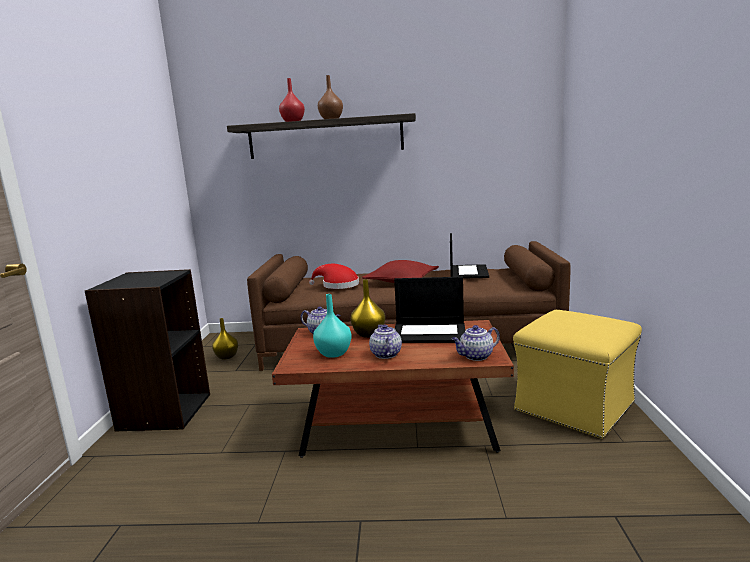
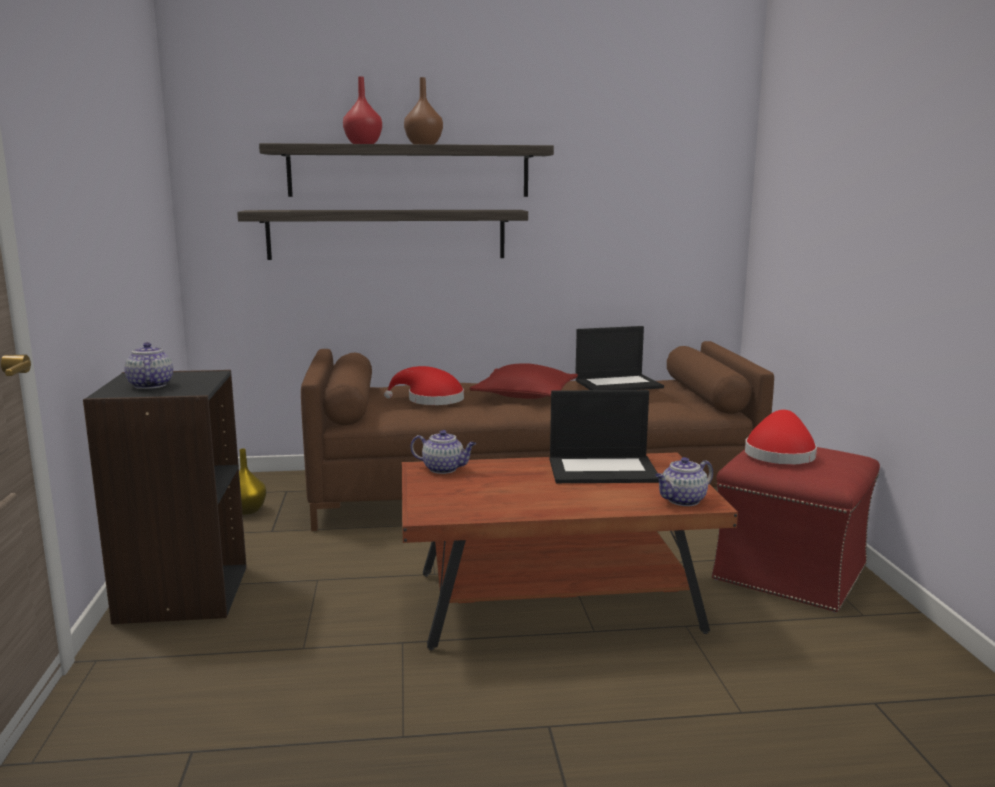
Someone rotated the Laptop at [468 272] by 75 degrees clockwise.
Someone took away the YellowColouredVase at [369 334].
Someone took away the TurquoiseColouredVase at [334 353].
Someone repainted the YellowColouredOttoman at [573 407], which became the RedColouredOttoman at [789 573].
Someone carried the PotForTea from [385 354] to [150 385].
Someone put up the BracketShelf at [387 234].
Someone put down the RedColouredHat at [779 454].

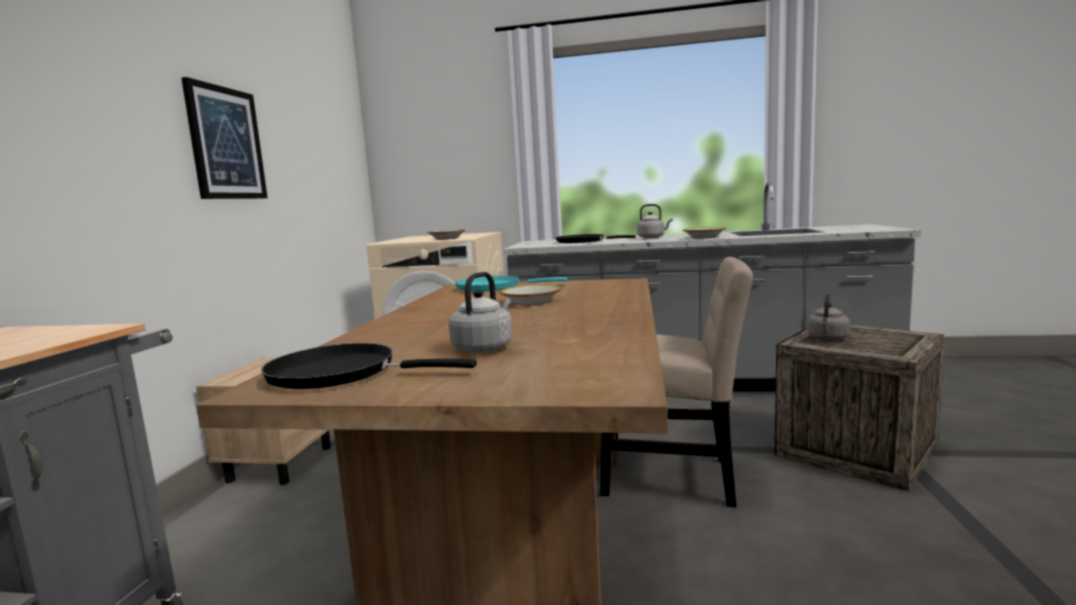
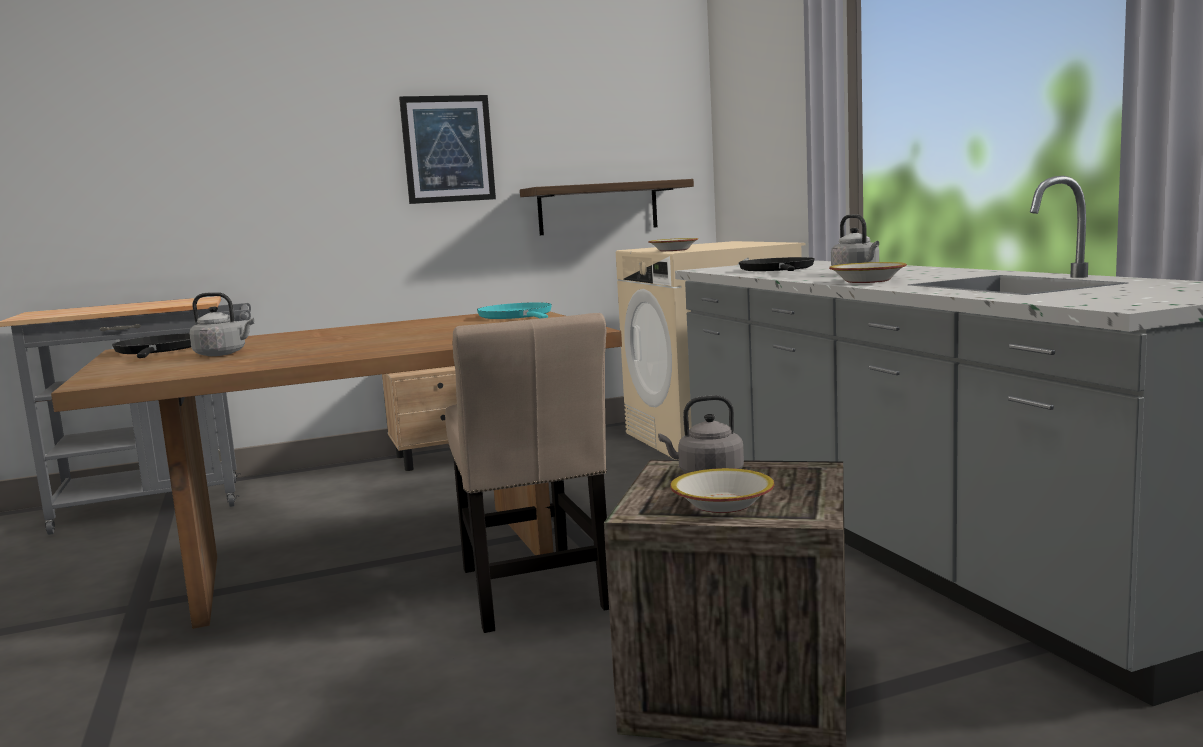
Someone carried the ServingBowl from [531 302] to [723 503].
Someone put up the BracketShelf at [598 208].

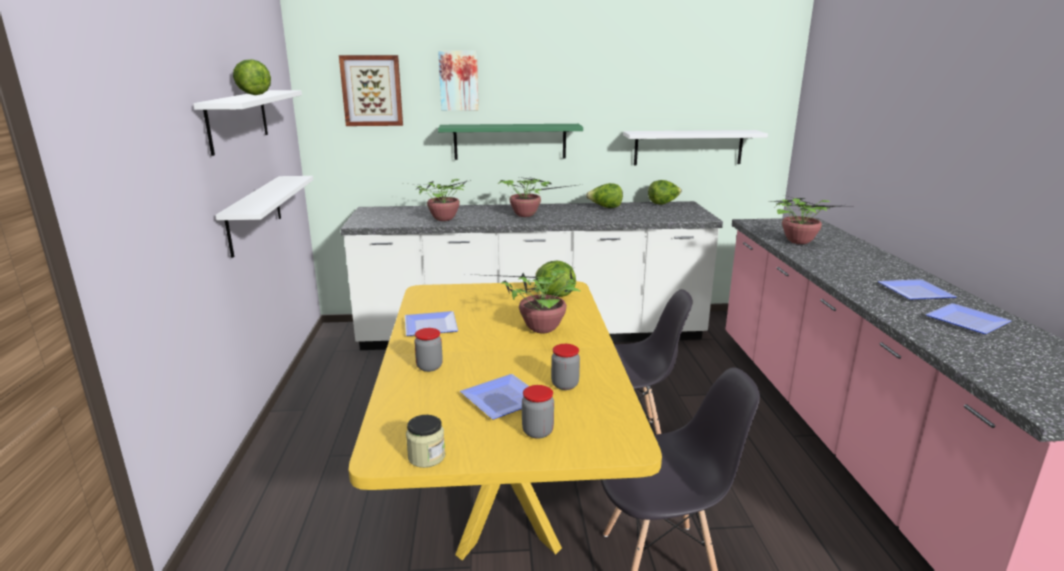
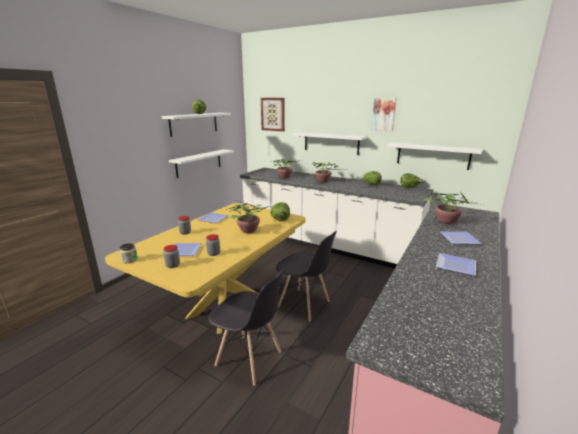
Someone carried the WallPicture from [459 80] to [384 114].
Someone repainted the GreenColouredBracketShelf at [510 141], which became the WhitishBracketShelf at [331 143].
Someone carried the DinnerPlate from [970 321] to [461 240].

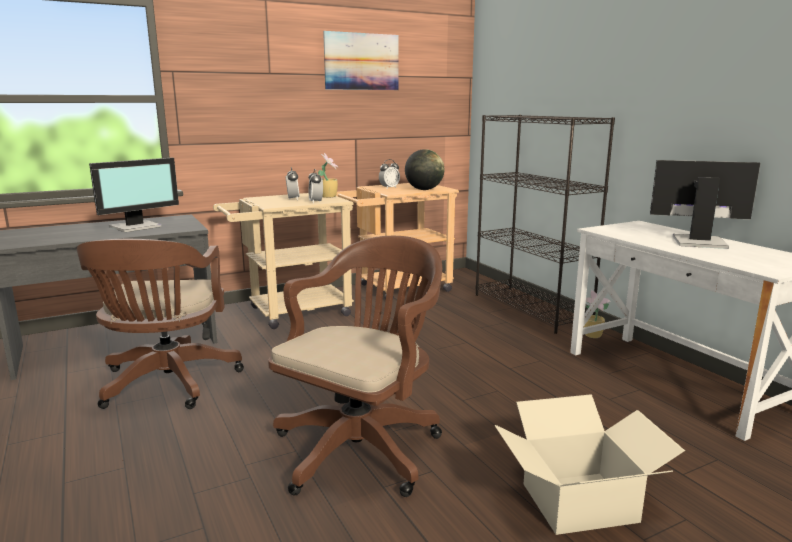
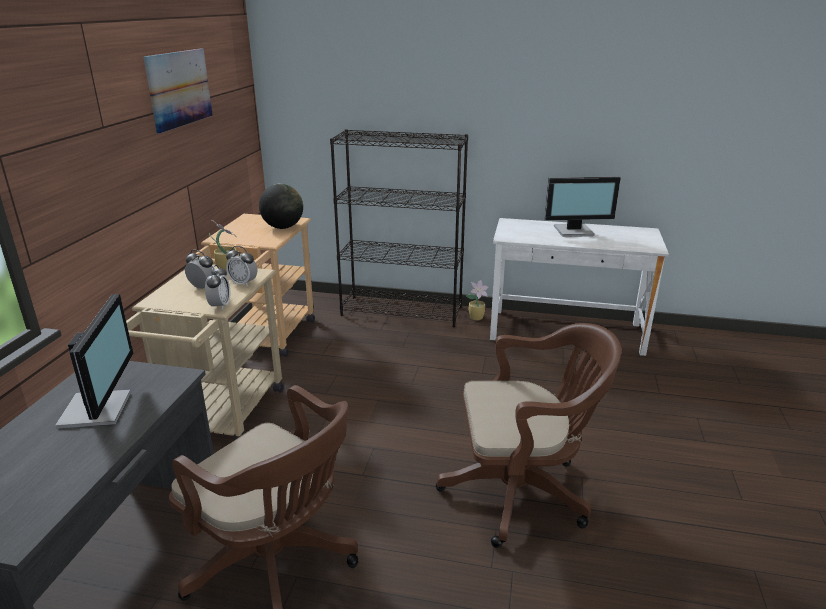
Someone carried the BedsideClock from [389 188] to [220 306].
Someone rotated the Monitor at [697 241] by 150 degrees counterclockwise.
Someone rotated the BrownColouredDeskChair at [363 446] by 105 degrees clockwise.
Someone took away the Carton at [580 503].

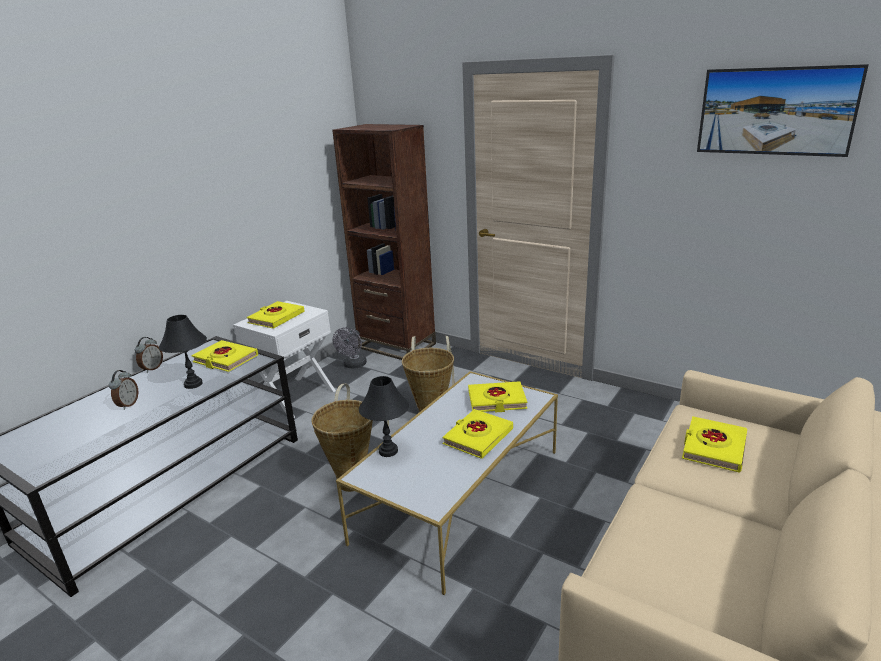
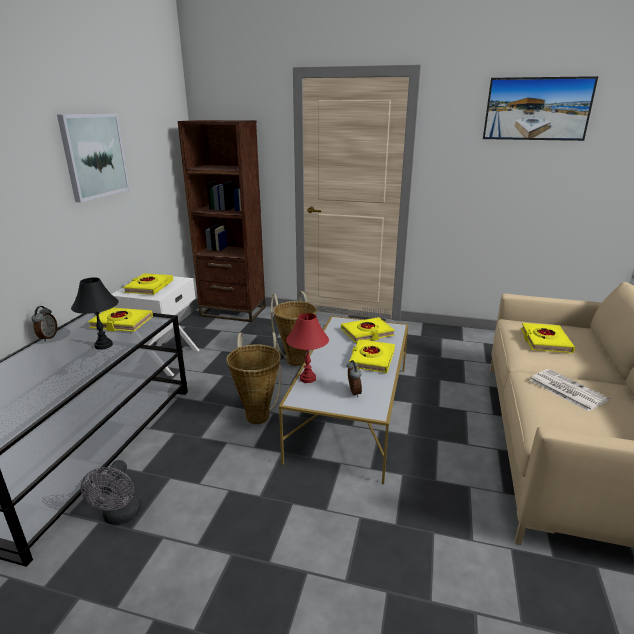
Someone carried the GreyFan from [353 365] to [120 516].
Someone carried the BedsideClock from [127 405] to [353 392].
Someone repainted the BlackColouredLampForATable at [388 451], which became the RedColouredLampForATable at [308 378].
Someone put up the WallPicture at [94 156].
Someone put down the DailyPaper at [566 390].

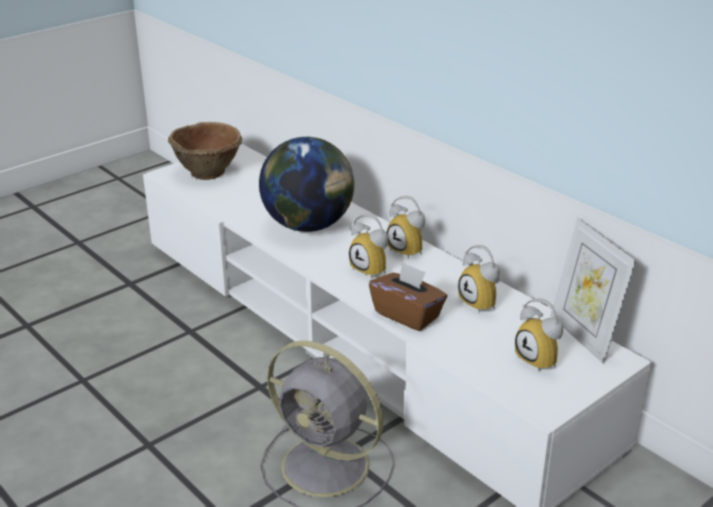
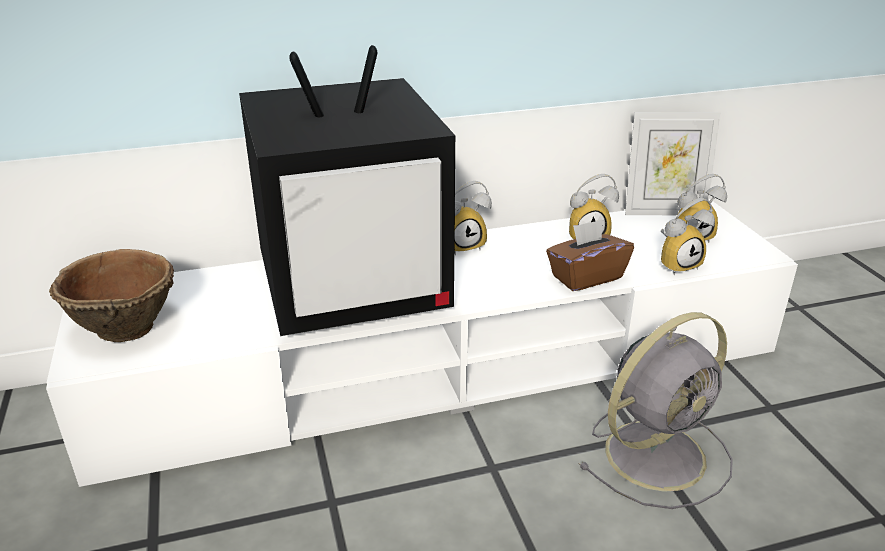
Someone swapped the Globe at [308 225] for the Tv at [355 288].
Someone carried the BedsideClock from [373 269] to [678 264].

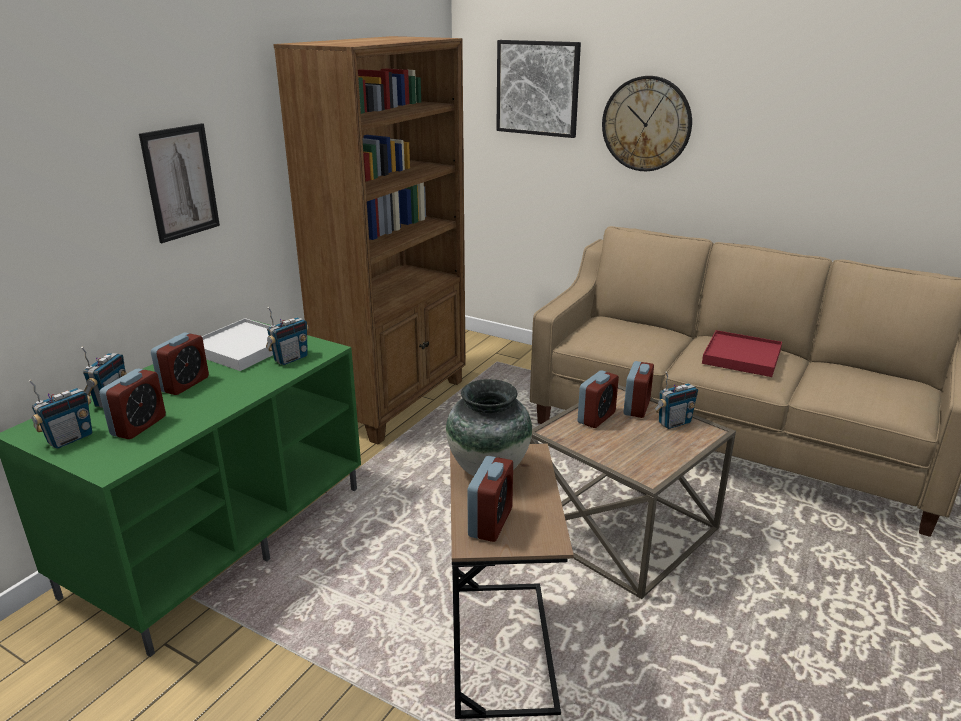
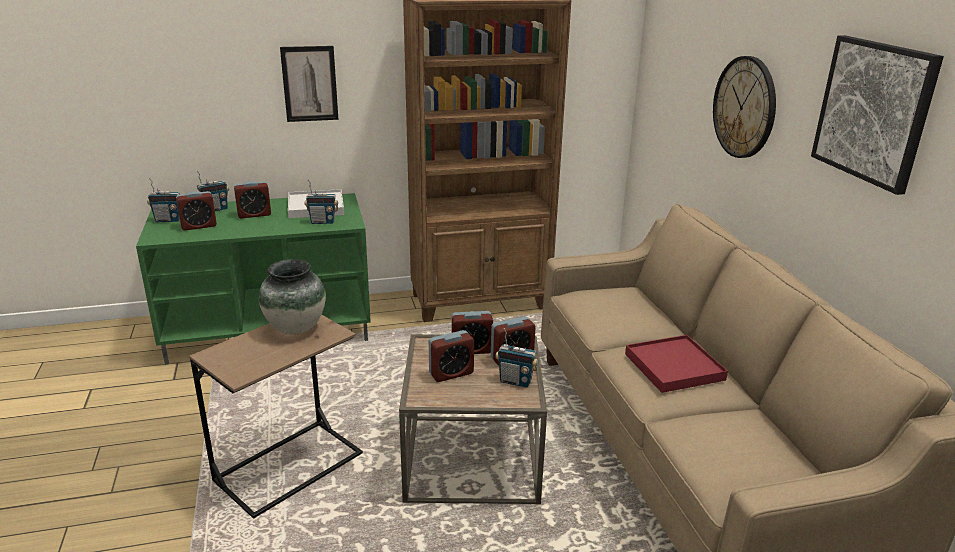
Someone carried the WallPicture from [538 88] to [873 111].
Someone carried the BedsideClock from [490 522] to [451 373].

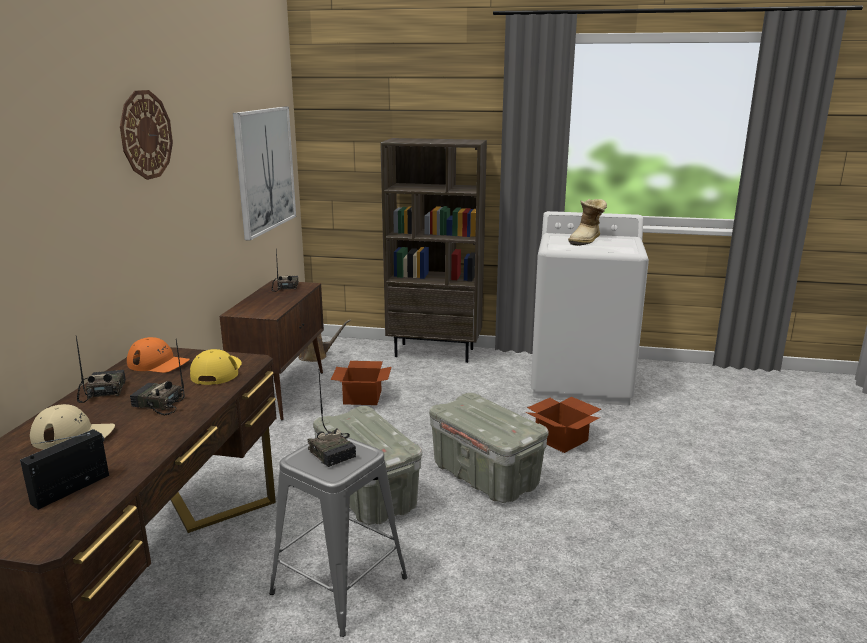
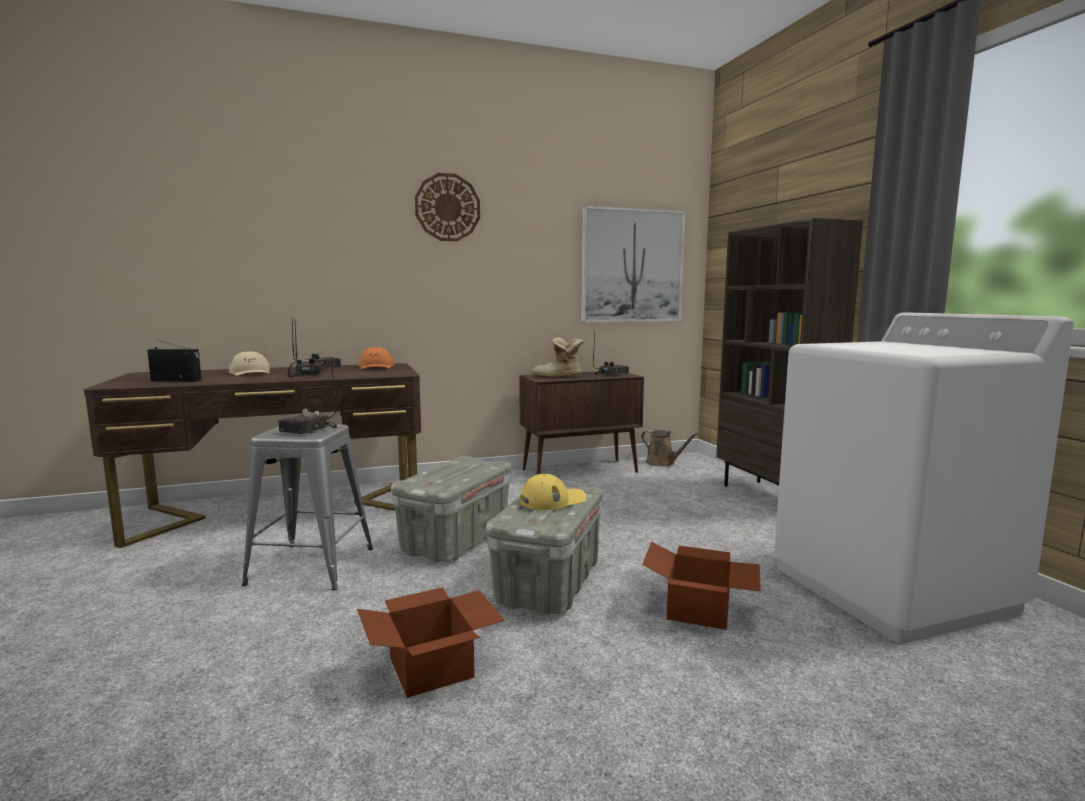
Someone carried the HighTopBoot from [587 241] to [558 376].
Someone carried the YellowColouredPeakedCap from [217 371] to [553 500].
Someone carried the Carton from [363 396] to [434 668].

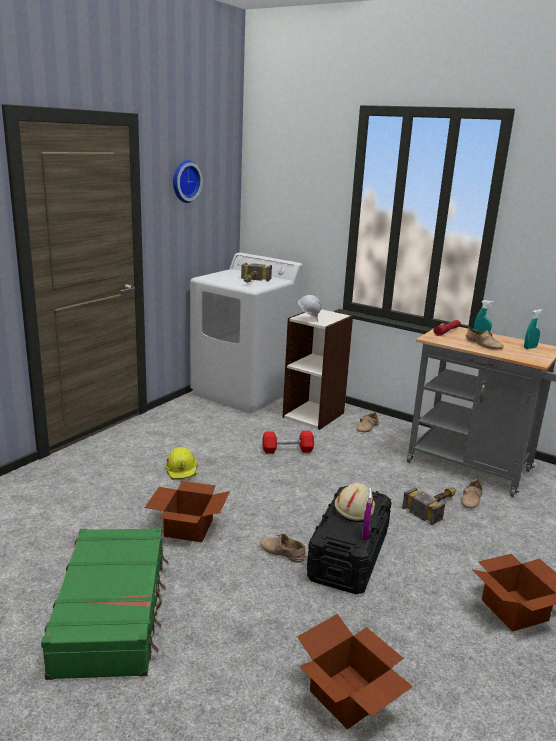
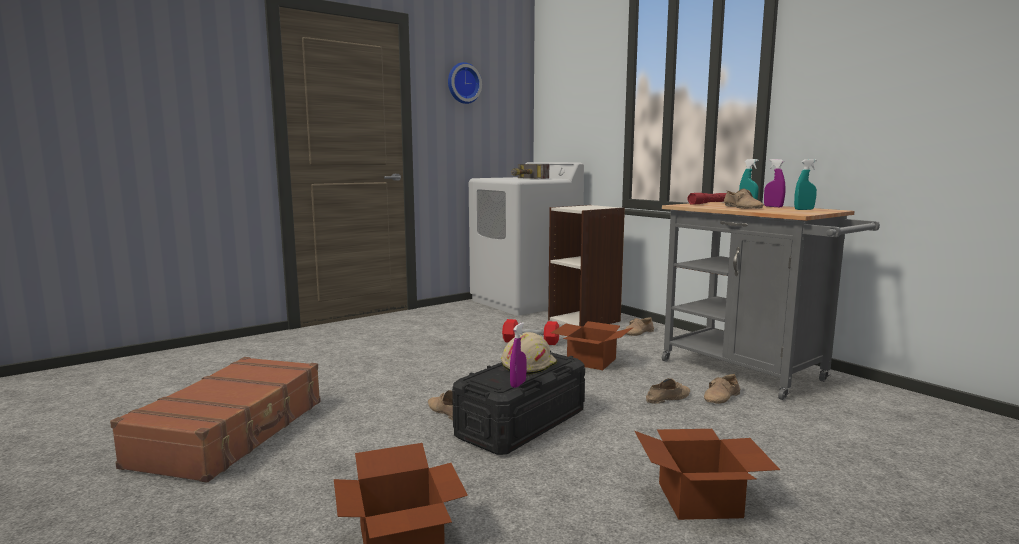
Someone took away the WhitishSafetyHelmet at [308 320].
Someone took away the YellowColouredSafetyHelmet at [182 470].
Someone carried the Carton from [187 527] to [590 361].
Someone swapped the ToolHammer at [435 506] for the BeigeColouredItemOfFootwear at [667 397].
Someone repainted the GreenColouredTravelCase at [113 612], which became the BrownColouredTravelCase at [232 432].
Someone put down the PurpleColouredSprayBottle at [773 206].

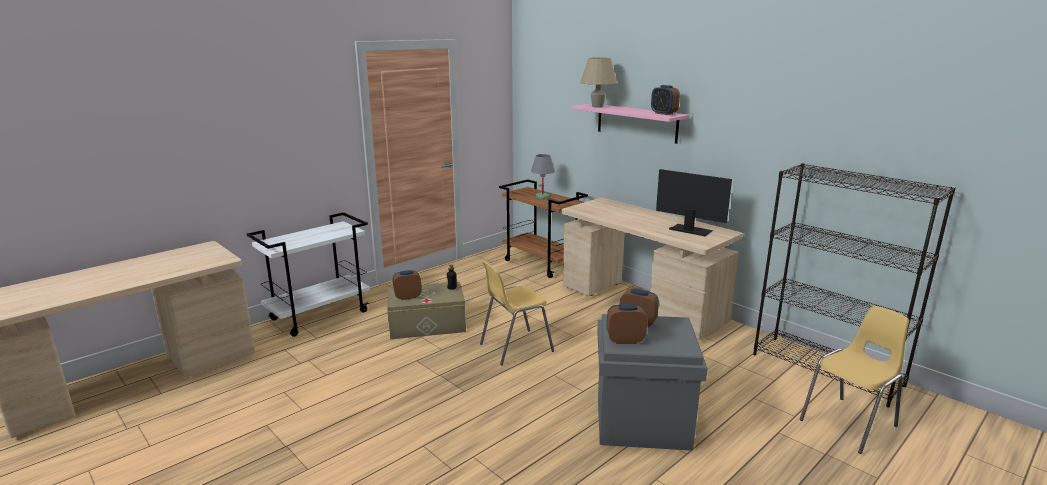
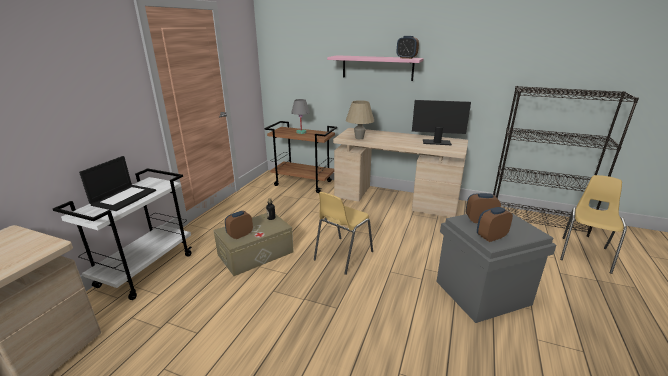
Someone carried the BeigeColouredLampForATable from [597 106] to [359 138].
Someone put down the Laptop at [124 197].

